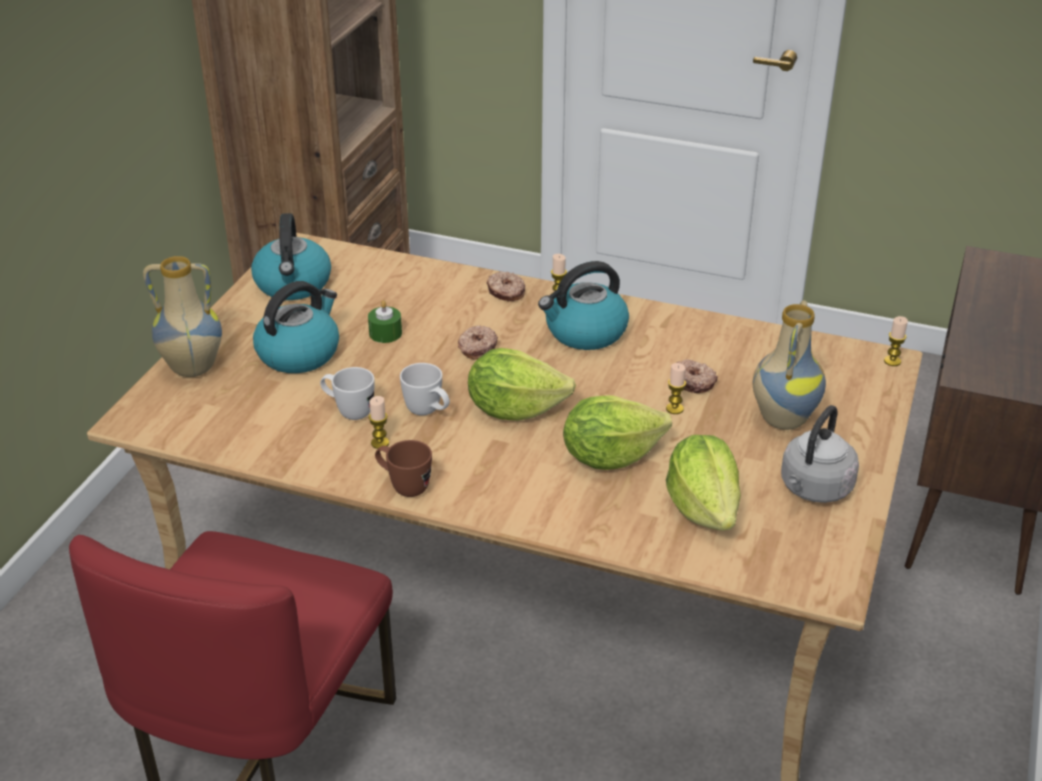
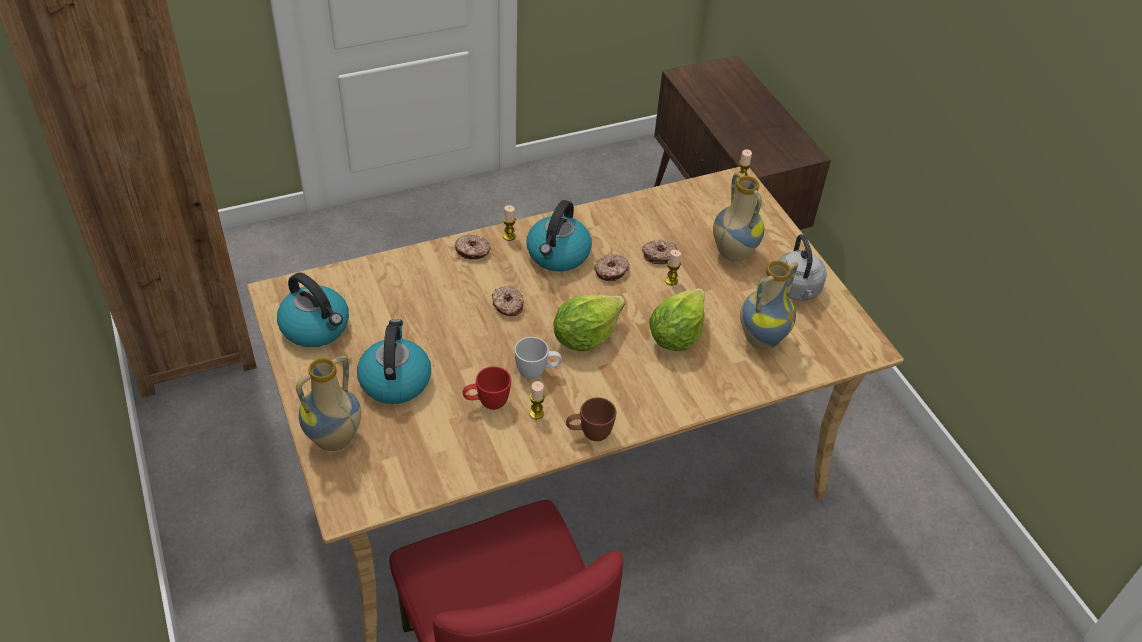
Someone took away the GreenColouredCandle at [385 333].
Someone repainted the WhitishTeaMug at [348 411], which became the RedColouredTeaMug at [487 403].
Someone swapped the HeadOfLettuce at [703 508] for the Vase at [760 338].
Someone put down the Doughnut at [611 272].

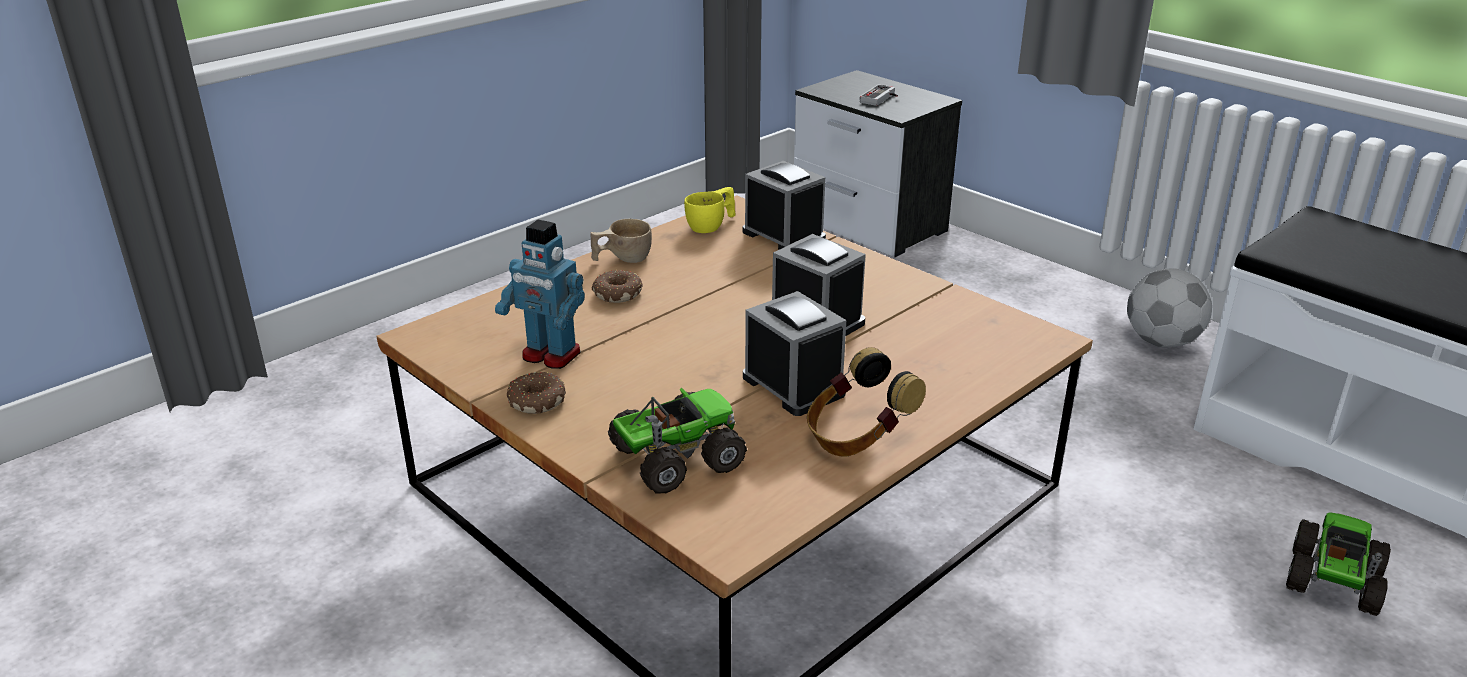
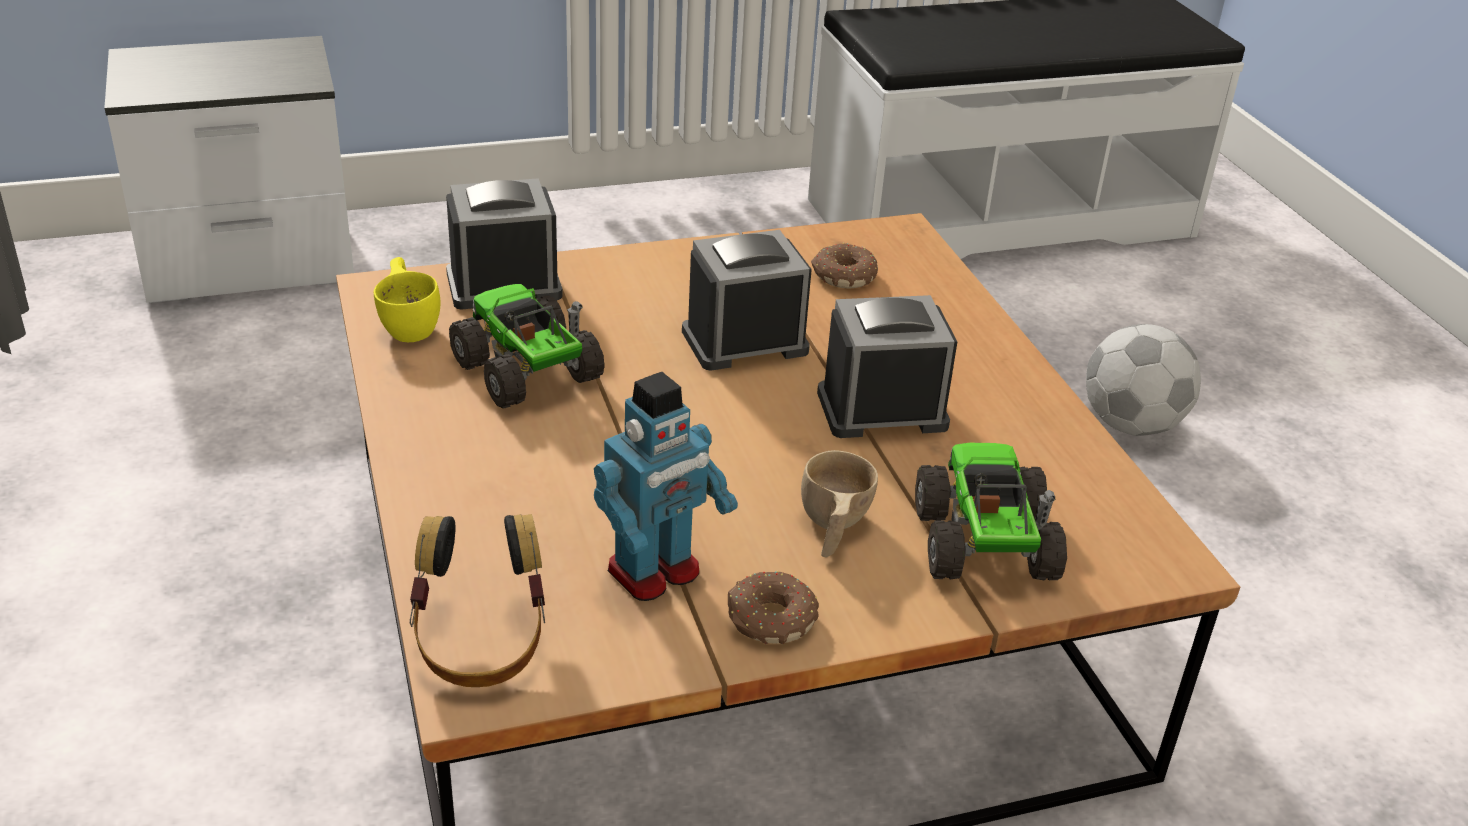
Someone took away the GameController at [881 99].
Someone carried the BeigeColouredDrinkingCup from [622 259] to [832 528].
Someone carried the BallForFootball from [1160 341] to [1130 424].
Someone carried the Doughnut from [617 293] to [843 275].
Someone carried the PairOfHeadphones from [857 437] to [481 643].
Someone carried the ToyLorry from [1332 581] to [527 372].

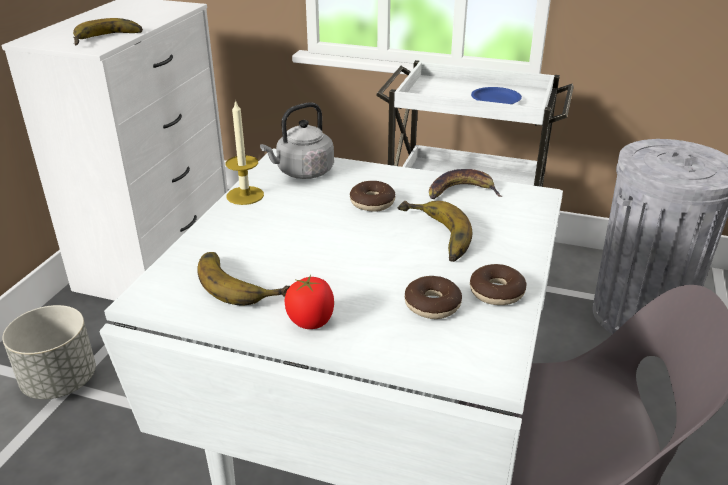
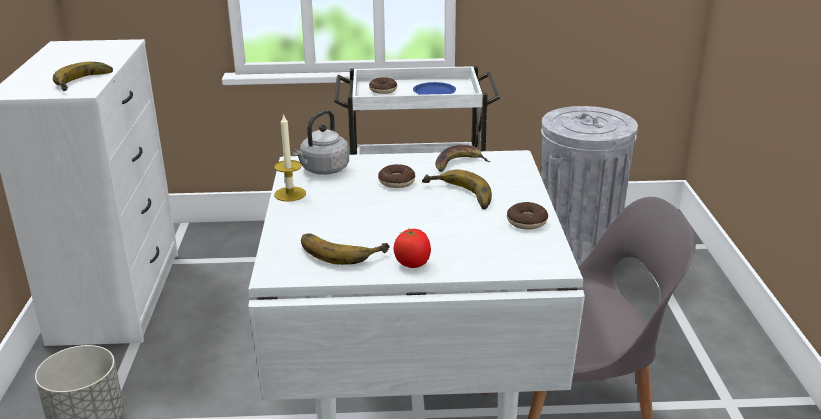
Someone carried the Doughnut from [432 305] to [383 90].

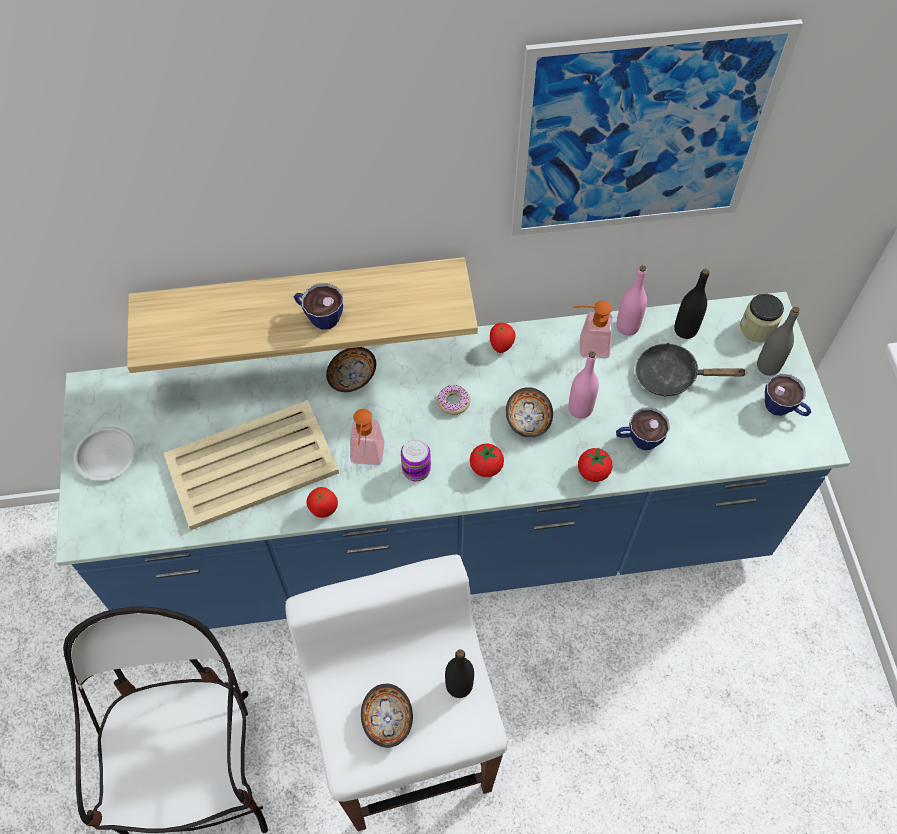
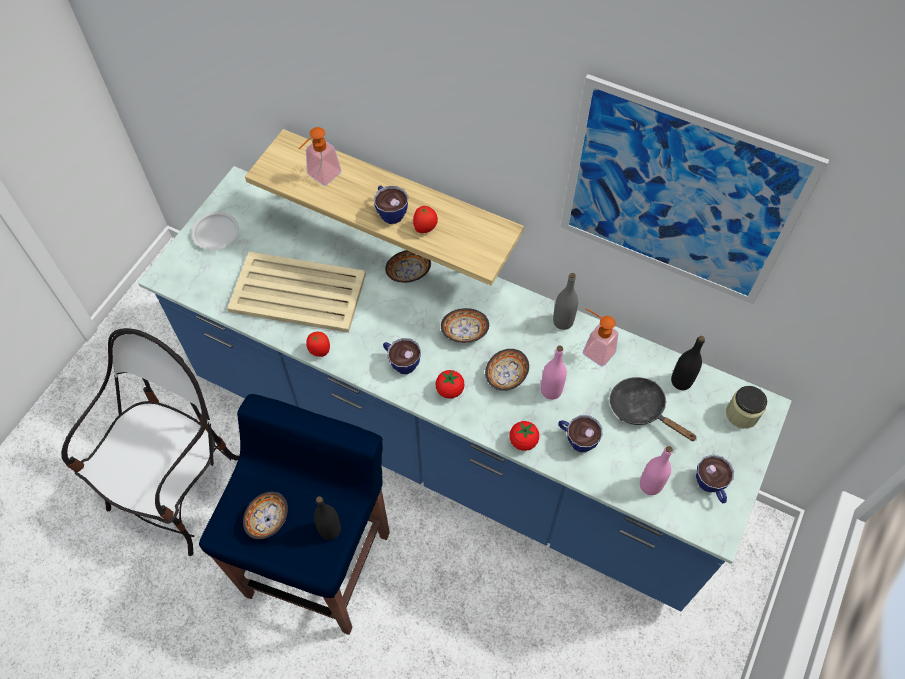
Someone carried the PinkColouredDrinkBottle from [627 327] to [650 485].
Someone carried the GreyDrinkBottle from [768 366] to [563 321].
Someone carried the FreshTomato from [501 346] to [425 228].
Someone swapped the Doughnut at [453 402] for the ServingBowl at [463 331].
Someone carried the SoapDispenser from [366 458] to [320 177].
Someone swapped the SealedCan at [416 469] for the DrinkingCup at [401 362].
Someone repainted the WhitishStoolSeat at [407 741], which became the BluishStoolSeat at [320 561].

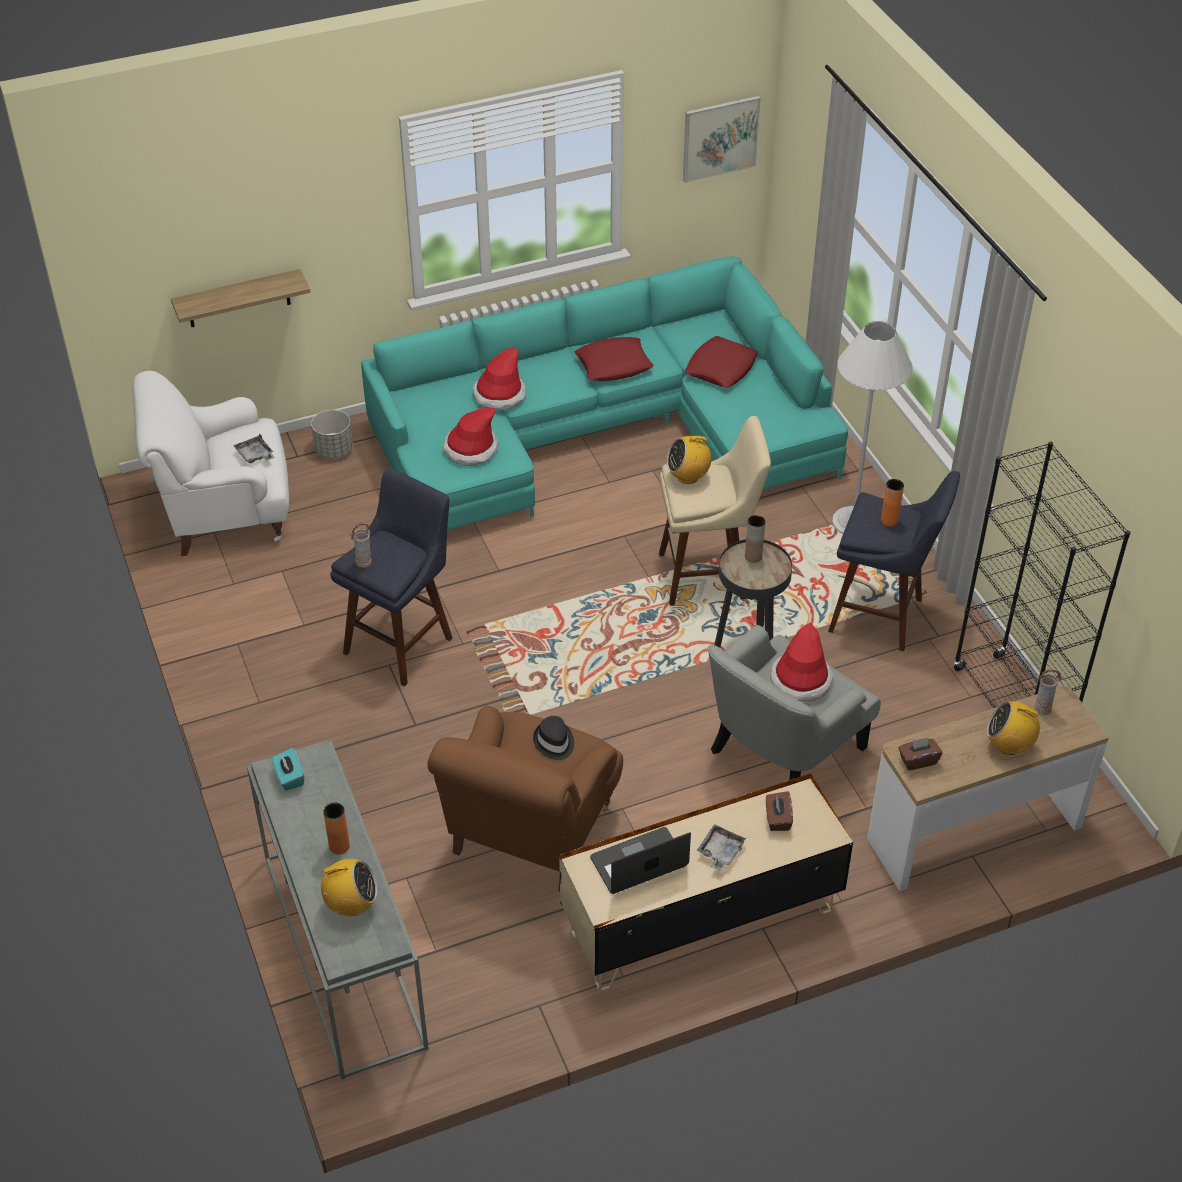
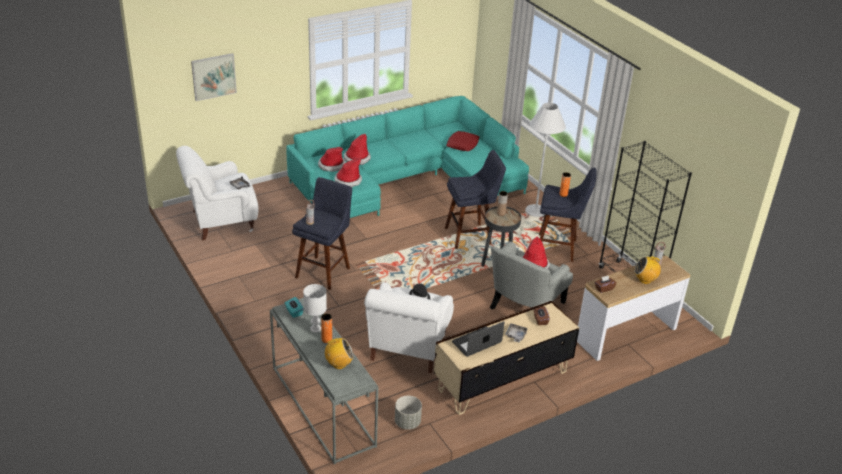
Someone carried the WallPicture from [720 138] to [213 76].
Someone took away the BracketShelf at [238 299].
Someone took away the RedColouredPillow at [614 365].
Someone carried the GreyFlowerPot from [334 450] to [407 422].
Someone repainted the BeigeColouredStoolSeat at [708 575], which became the BluishStoolSeat at [471 235].
Someone took away the RadioReceiver at [688 476].
Someone repainted the BrownColouredLoungeChair at [530 832], which became the WhitishLoungeChair at [408 348].
Someone put down the Hat at [331 165].
Someone put down the WhitishLampForATable at [315 329].

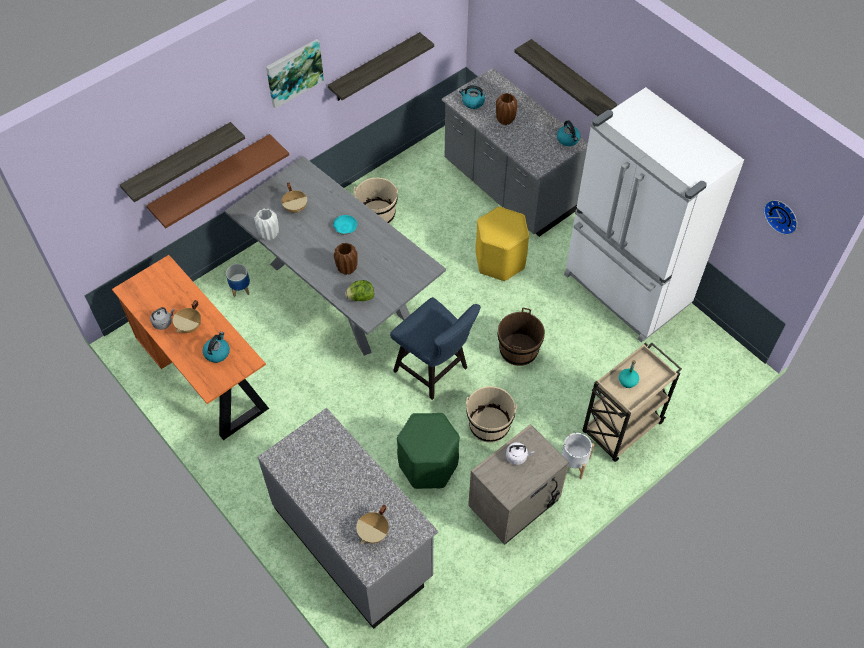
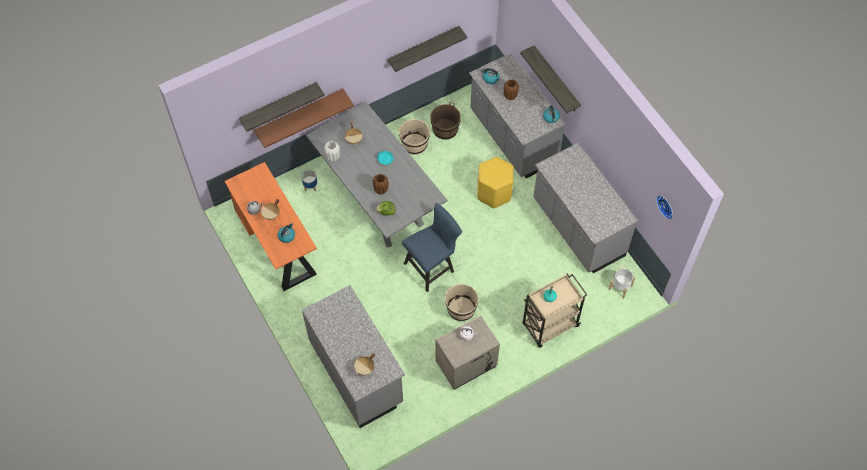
Someone took away the WallPicture at [294 72].
Someone swapped the WhitishKitchenFridge at [625 291] for the GreyKitchenCounter at [577 228].
Someone rotated the BluishChair at [435 371] by 90 degrees counterclockwise.
Someone carried the BrownColouredWaterBucket from [518 350] to [445 129].
Someone took away the GreenColouredStoolSeat at [428 465].
Someone carried the WhitishFlowerPot from [573 462] to [620 287].

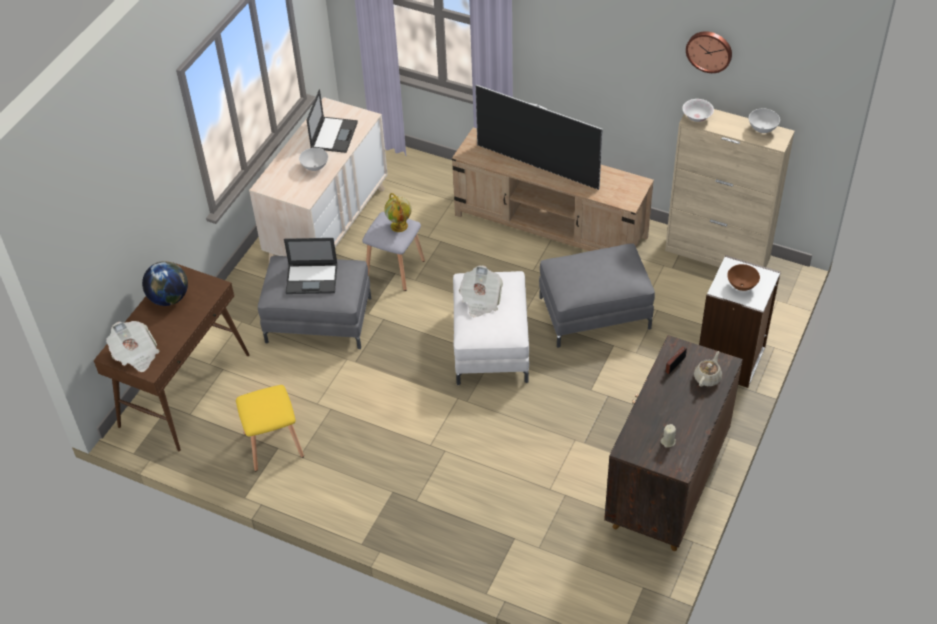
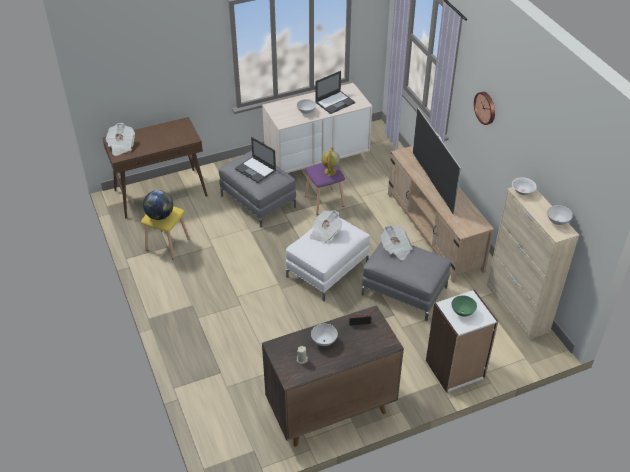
Someone carried the HangingClock from [709 50] to [486 107].
Someone repainted the GreyStoolSeat at [395 268], which became the PurpleColouredStoolSeat at [325 201].
Someone carried the Globe from [169 298] to [160 216].
Someone repainted the BrownColouredServingBowl at [742 286], which became the GreenColouredServingBowl at [462 312].
Someone took away the BeigeColouredPotForTea at [707 377].
Someone put down the DailyPaper at [396 249].
Someone put down the WhitishServingBowl at [323 341].

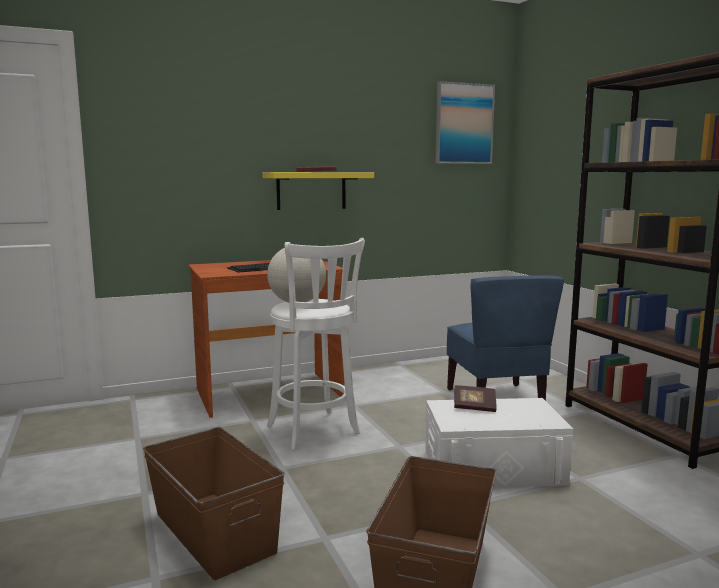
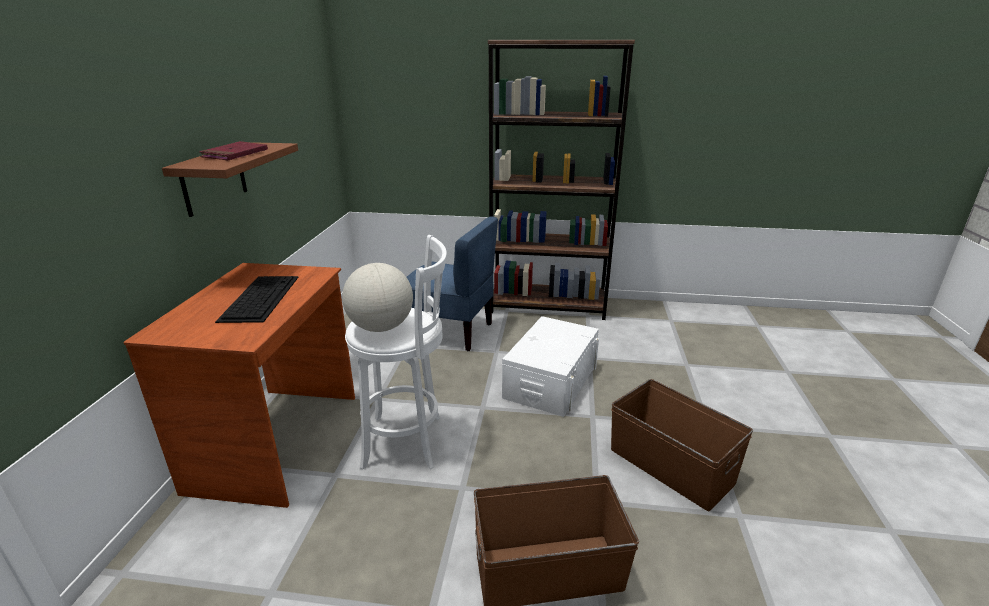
Someone took away the WallPicture at [464 124].
Someone repainted the YellowColouredBracketShelf at [311 191], which became the BrownColouredBracketShelf at [214 178].
Someone took away the Volume at [474 407].

